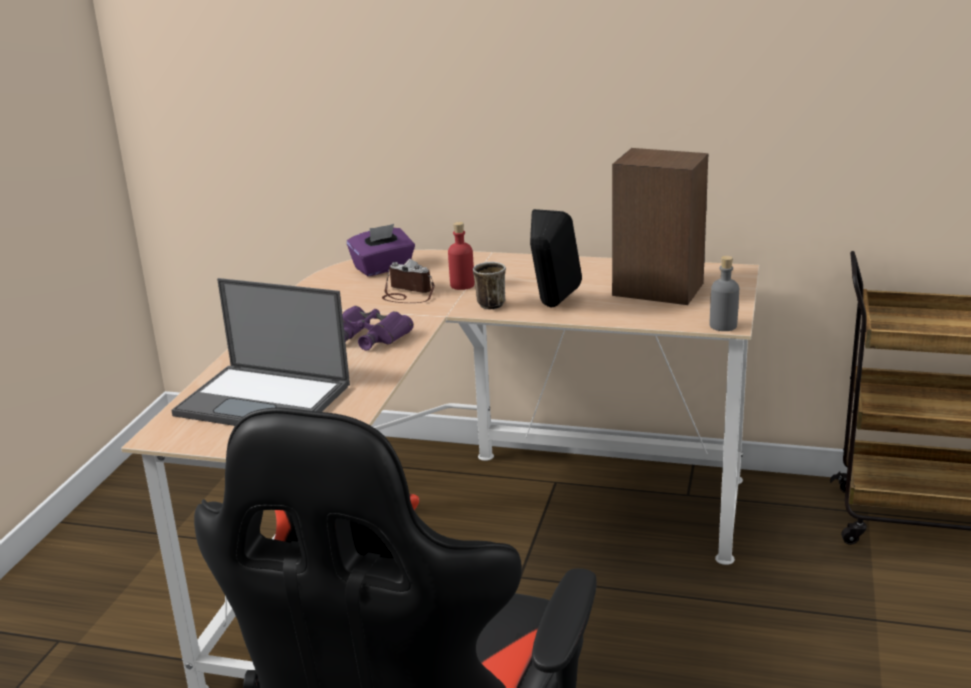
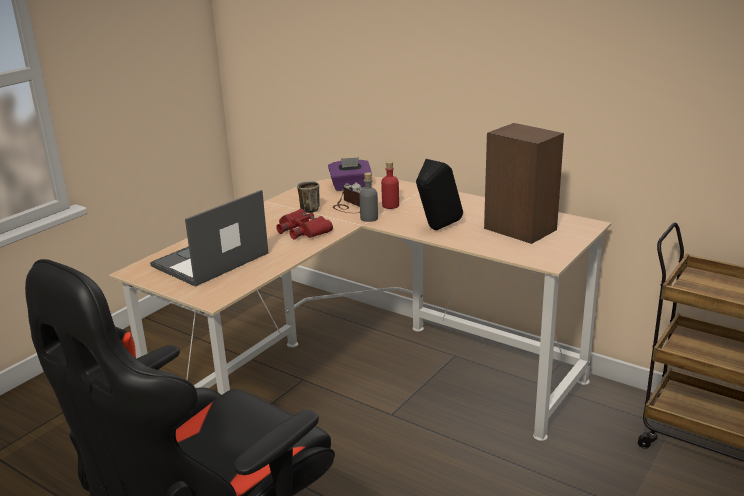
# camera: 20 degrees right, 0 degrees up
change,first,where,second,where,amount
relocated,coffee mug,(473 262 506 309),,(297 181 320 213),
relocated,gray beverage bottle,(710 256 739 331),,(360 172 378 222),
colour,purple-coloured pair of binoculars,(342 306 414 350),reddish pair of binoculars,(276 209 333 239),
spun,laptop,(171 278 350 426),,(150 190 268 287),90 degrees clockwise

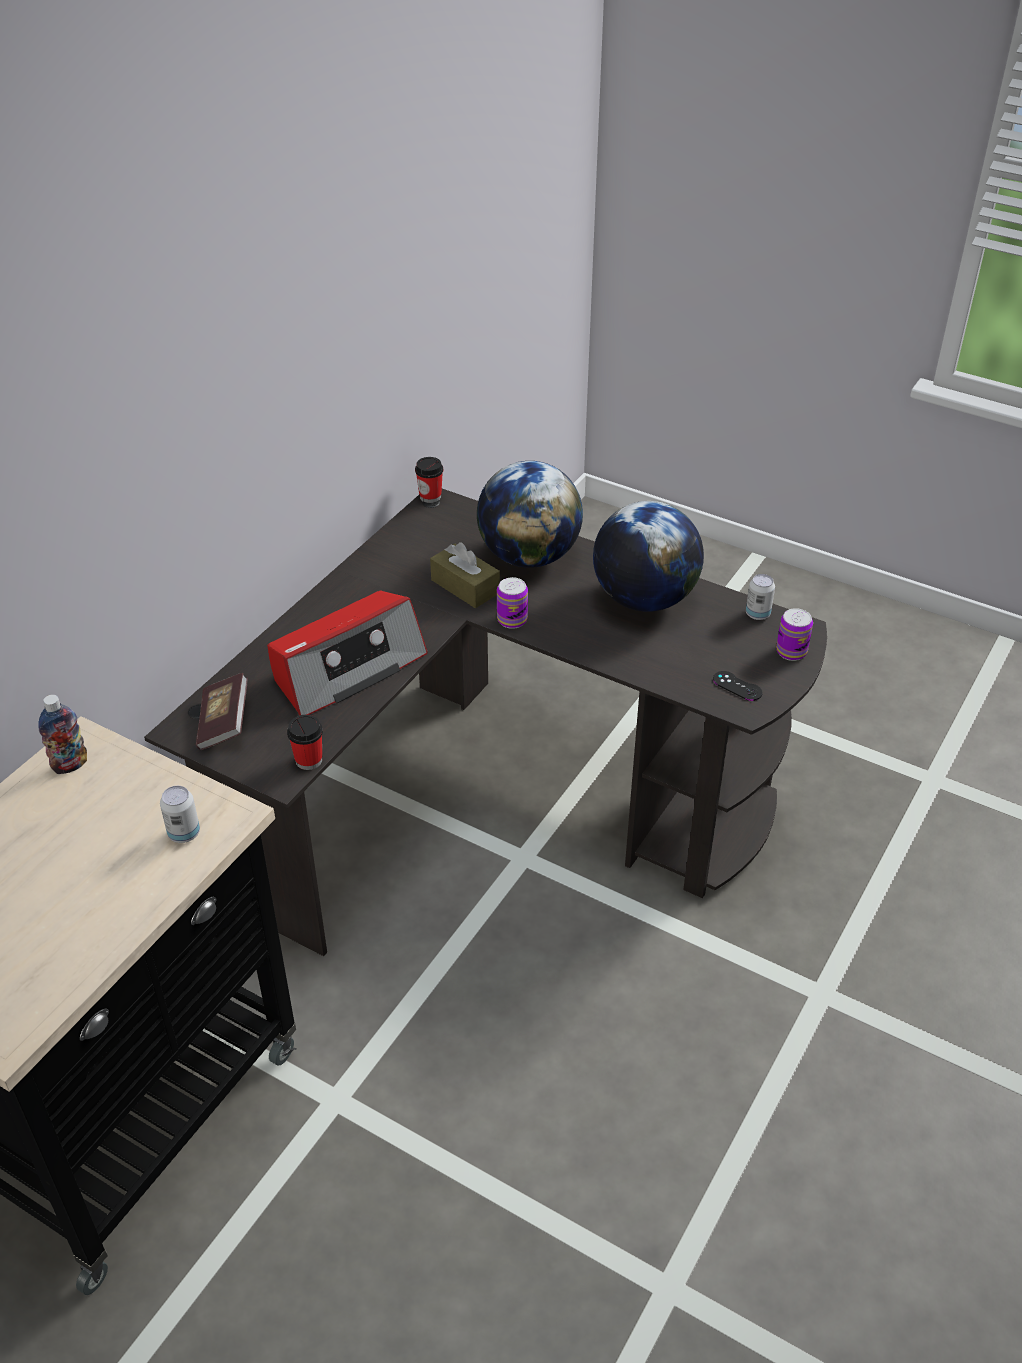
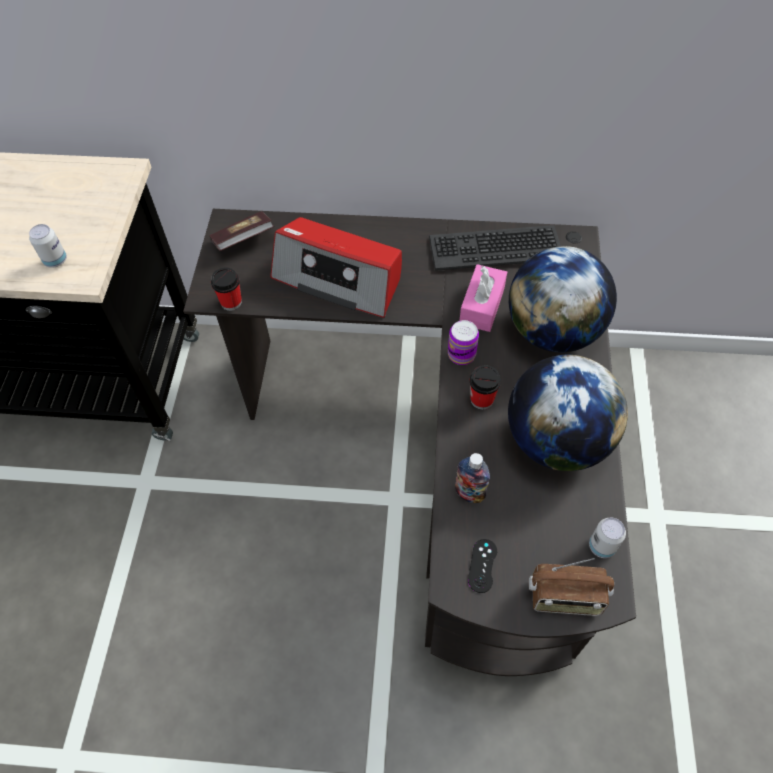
# camera: 65 degrees right, 15 degrees up
change,first,where,second,where,amount
appeared,,,PC keyboard,(429 225 561 271),
relocated,beverage bottle,(38 695 87 774),,(455 453 490 503),
relocated,cup,(415 457 443 503),,(470 365 501 410),
exchanged,can,(776 608 813 661),radio,(529 558 614 616),
colour,brown-coloured tissue holder,(430 542 500 608),pink-coloured tissue holder,(460 264 507 332),

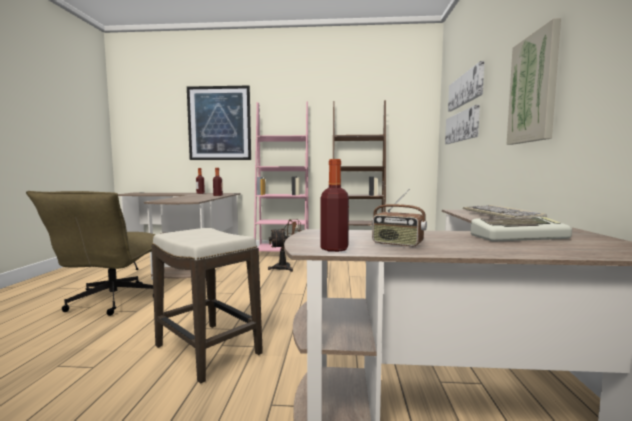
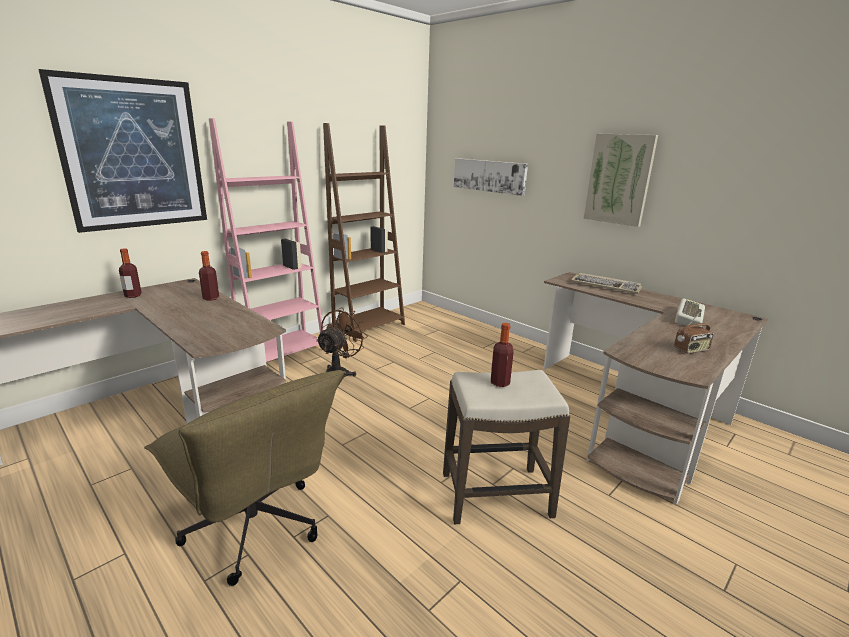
# camera: 50 degrees left, 15 degrees up
change,first,where,second,where,amount
missing,wall picture,(448 61 485 112),,,
relocated,beverage bottle,(320 159 349 252),,(491 323 514 387),

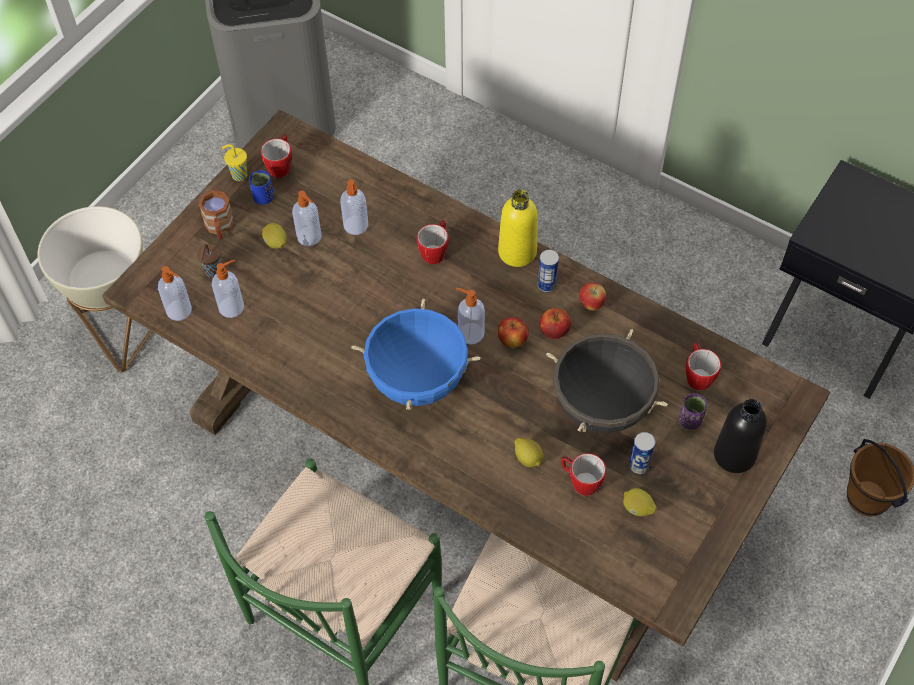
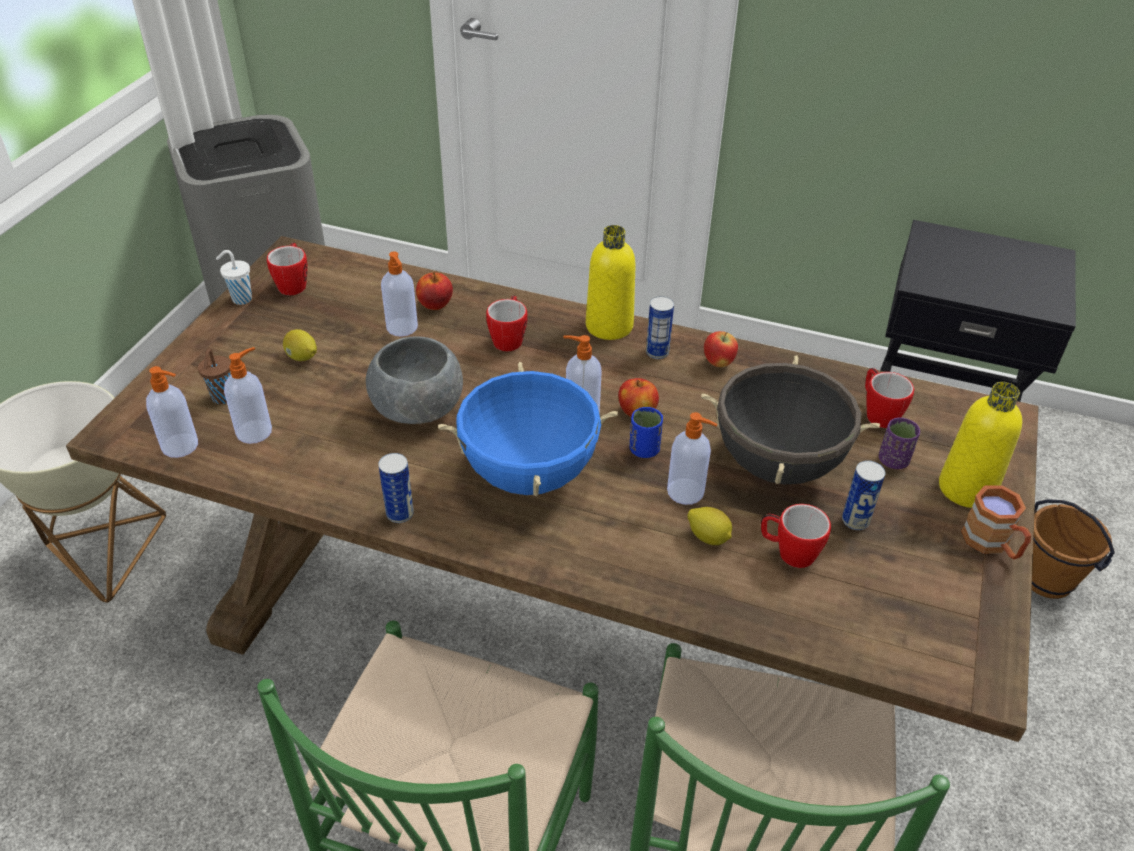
# camera: 15 degrees left, 15 degrees down
change,first,where,second,where,amount
missing,whole lemon,(623 488 657 516),,,
appeared,,,gray bowl,(366 336 463 424),
appeared,,,can,(378 453 414 523),
relocated,brown-coloured coffee mug,(199 190 234 239),,(961 485 1031 559),
relocated,blue cup,(249 170 274 205),,(630 407 663 458),
relocated,soap bottle,(292 191 322 246),,(667 412 718 505),
relocated,apple fruit,(540 308 571 339),,(416 272 453 310),
colour,yellow cup,(222 144 247 181),white cup,(216 250 252 305),
colour,black-coloured beverage bottle,(714 399 767 473),yellow beverage bottle,(939 382 1022 508),

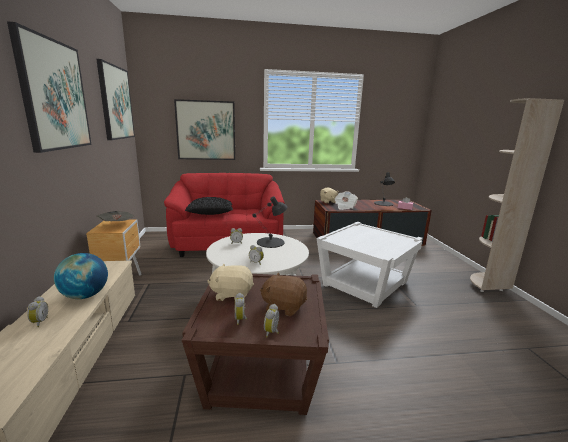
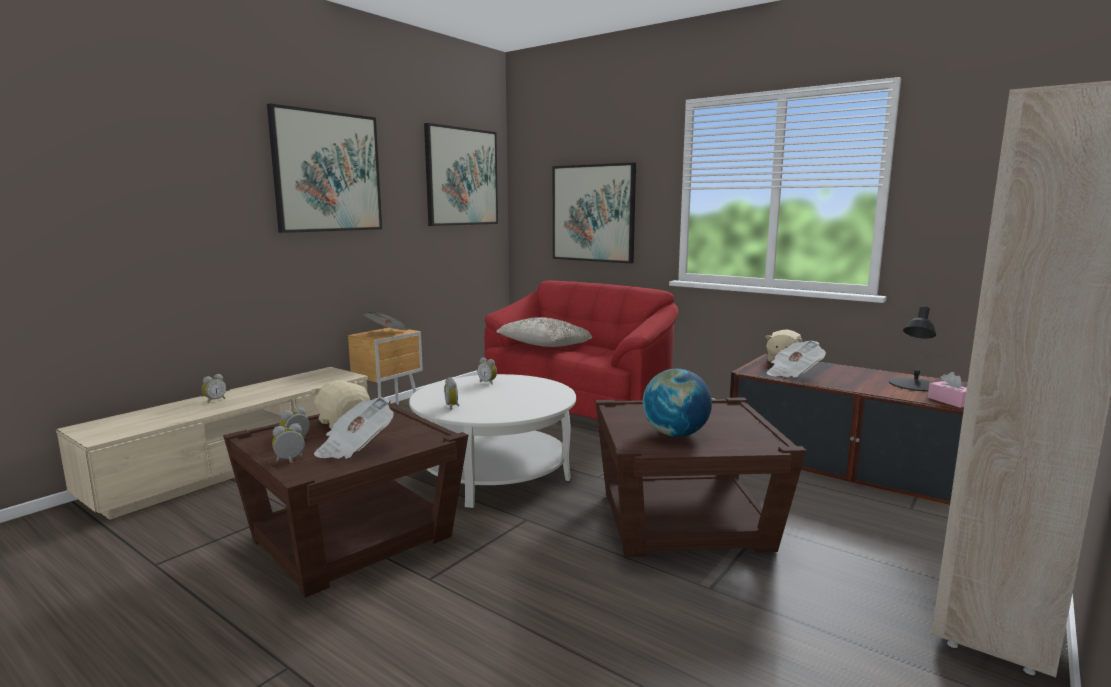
# camera: 45 degrees right, 5 degrees down
change,first,where,second,where,amount
missing,black-coloured lamp for a table,(252 196 288 248),,,
relocated,desk globe,(54 253 108 299),,(643 369 712 437),
exchanged,brown-coloured soft toy,(260 272 307 316),printed paper,(314 397 394 459),
colour,black-coloured cushion,(185 197 233 215),sand-coloured cushion,(496 317 592 347),
colour,white end table,(316 222 423 308),brown-coloured end table,(595 397 807 557),

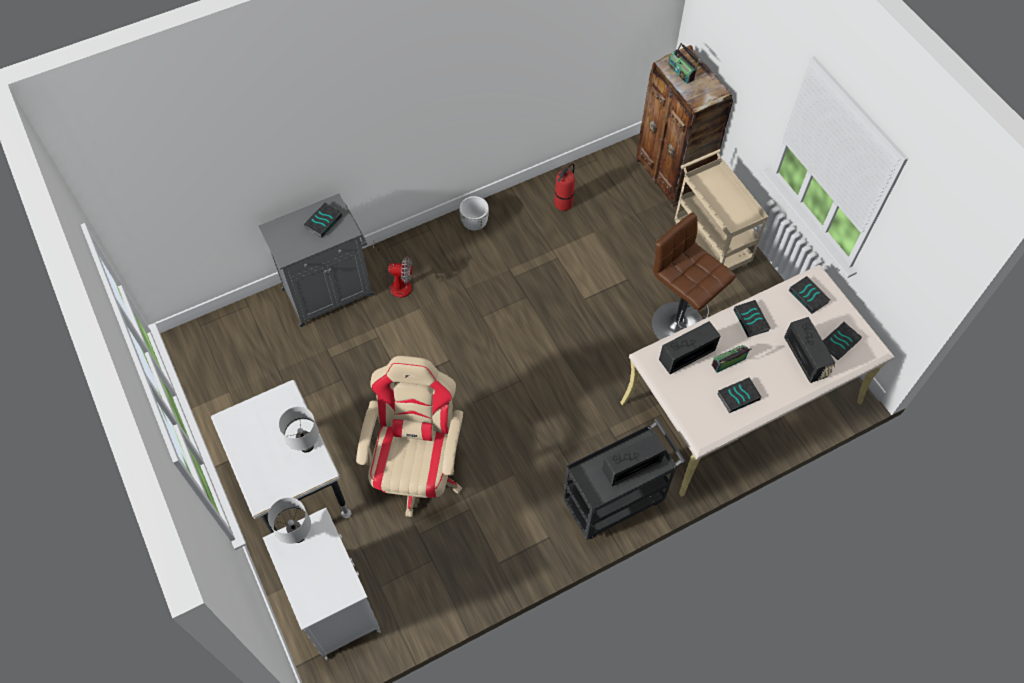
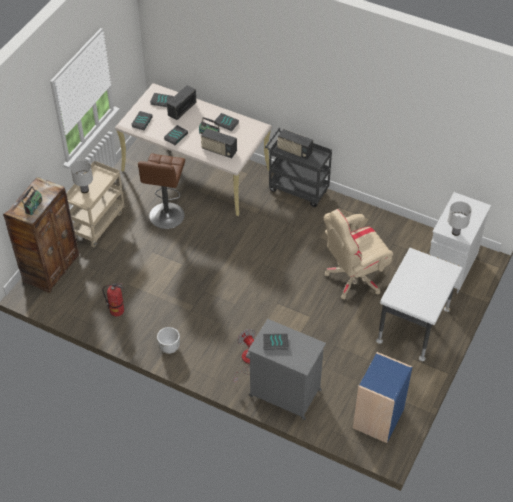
# camera: 125 degrees left, 10 degrees down
change,first,where,second,where,amount
appeared,,,blue bookshelf,(353 352 412 443),
relocated,white lamp for a table,(279 407 319 453),,(71 160 93 193),

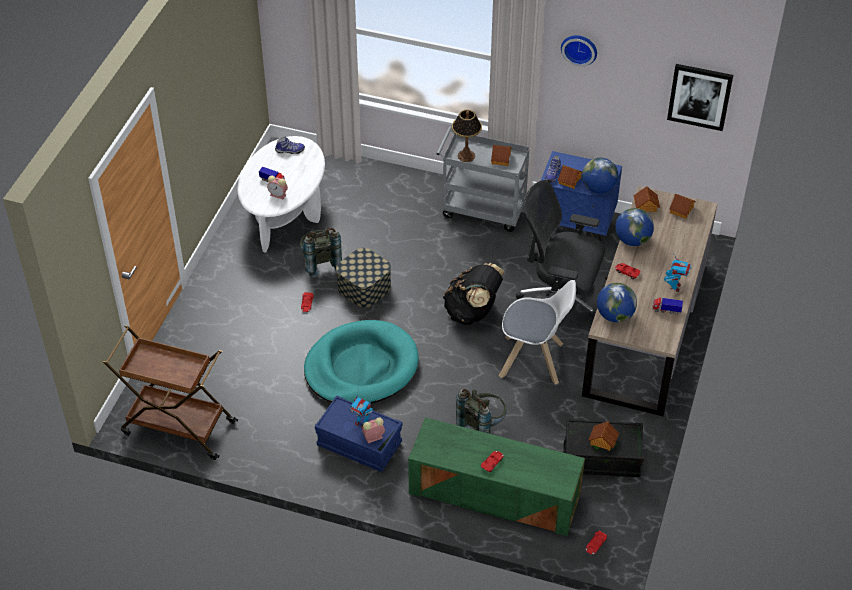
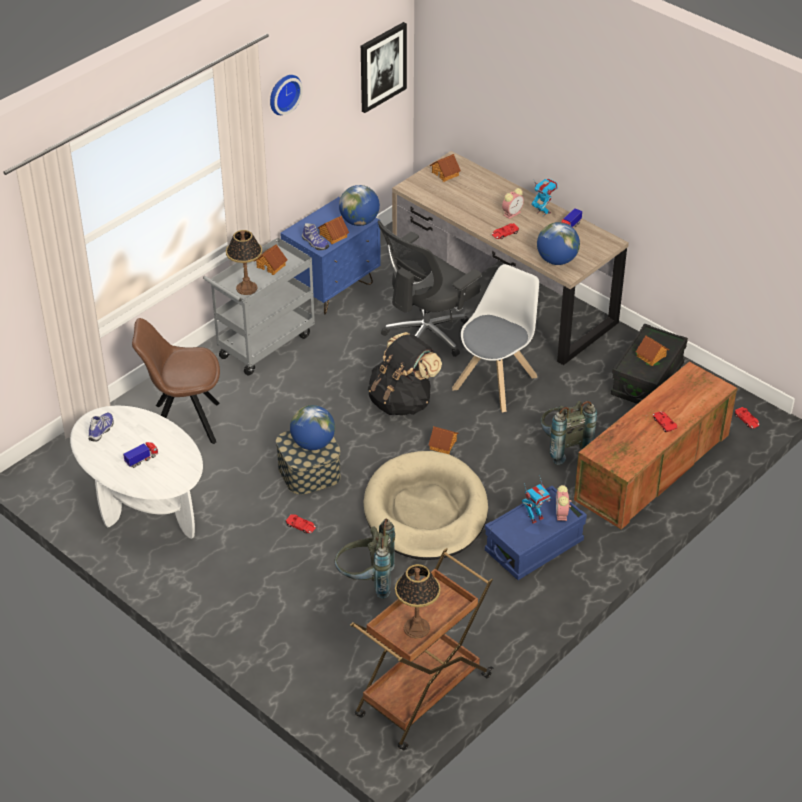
# camera: 65 degrees left, 5 degrees down
change,first,where,second,where,amount
appeared,,,brown-coloured upright chair,(132 318 220 444),
appeared,,,lamp for a table,(395 564 441 639),
relocated,alarm clock,(267 176 288 199),,(502 188 524 219),
relocated,gray backpack,(300 227 342 278),,(334 518 395 599),
relocated,desk globe,(615 208 654 246),,(290 405 335 450),
relocated,toy house,(634 186 660 212),,(428 426 458 454),
colour,turquoise-coloured dog cushion,(304 320 419 404),sand-coloured dog cushion,(363 451 488 560),
colour,greenish long seat,(408 417 585 536),brown-coloured long seat,(574 362 738 530),

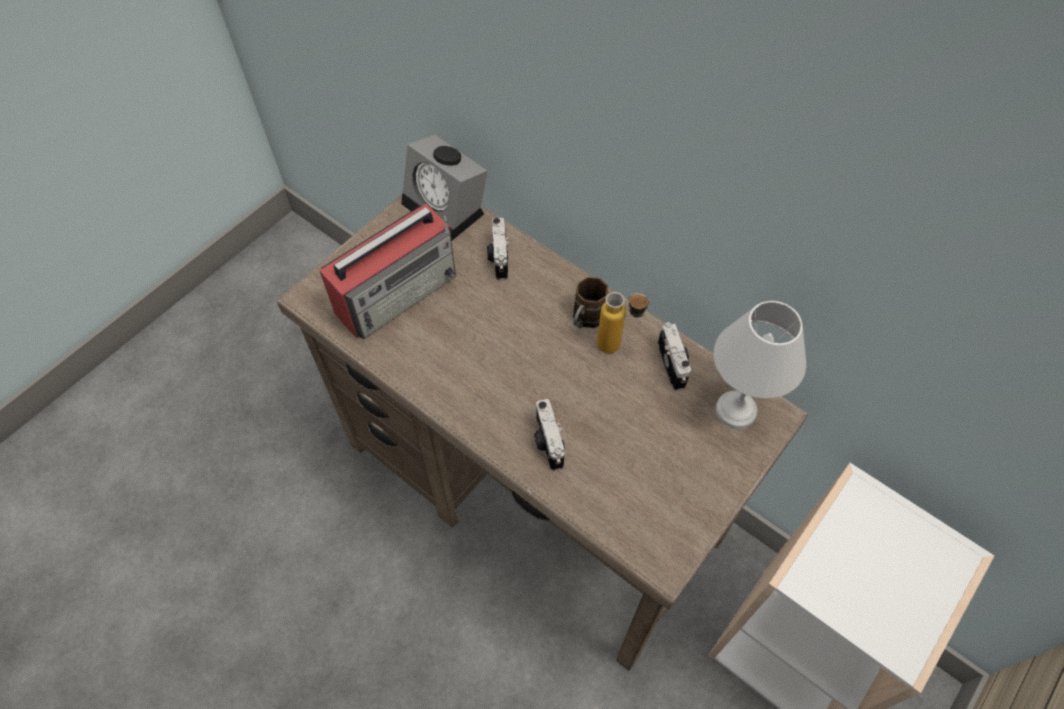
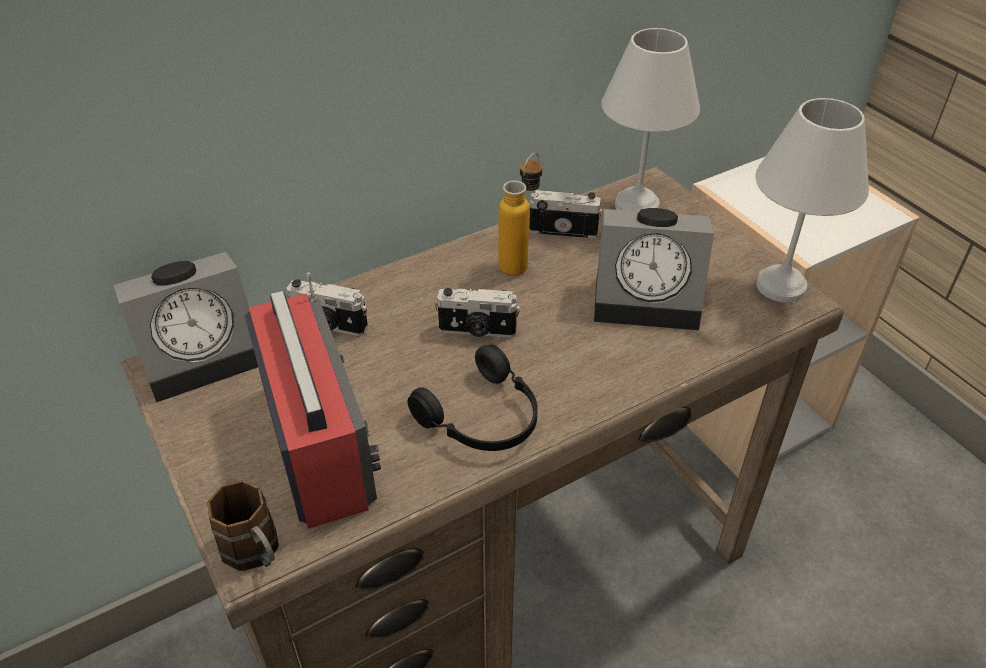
# camera: 70 degrees left, 15 degrees down
change,first,where,second,where,amount
appeared,,,black-coloured headset,(407 345 538 451),
appeared,,,alarm clock,(594 208 714 330),
appeared,,,white lamp for a table,(755 98 869 303),
relocated,photo camera,(534 399 565 471),,(435 288 520 338),
relocated,brown-coloured coffee mug,(573 277 608 328),,(207 480 279 571),

